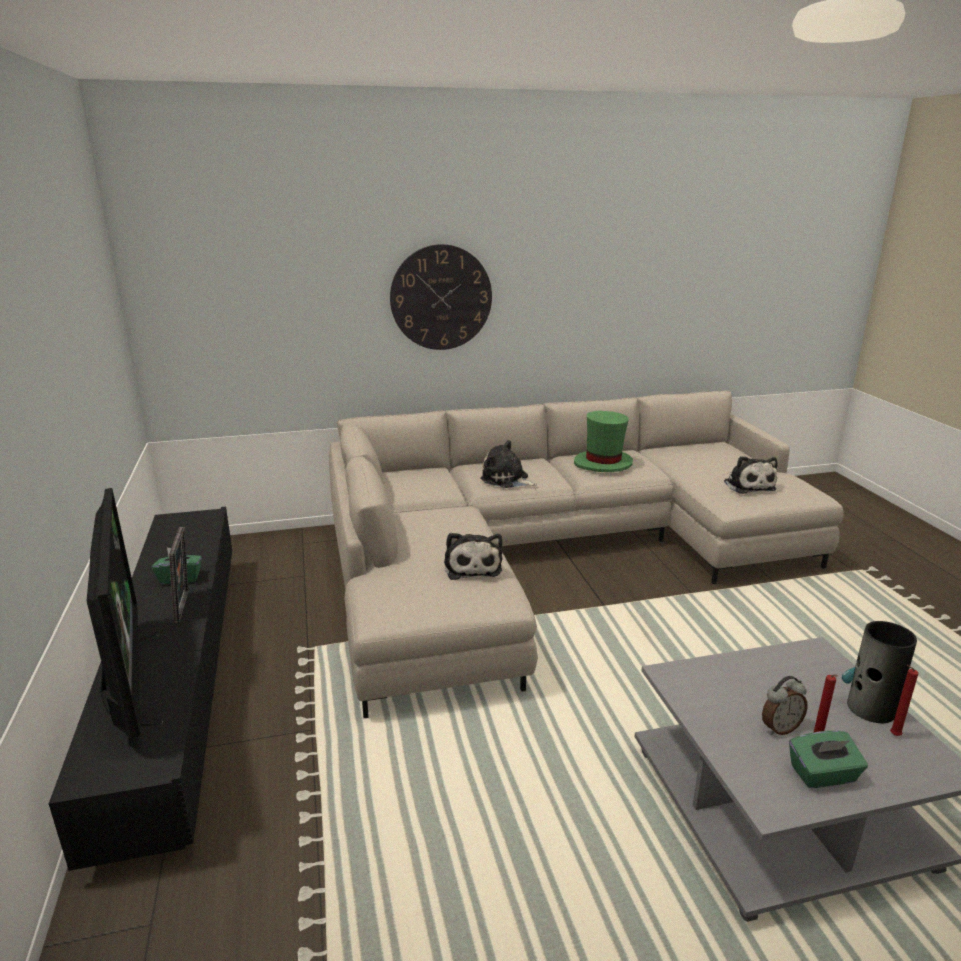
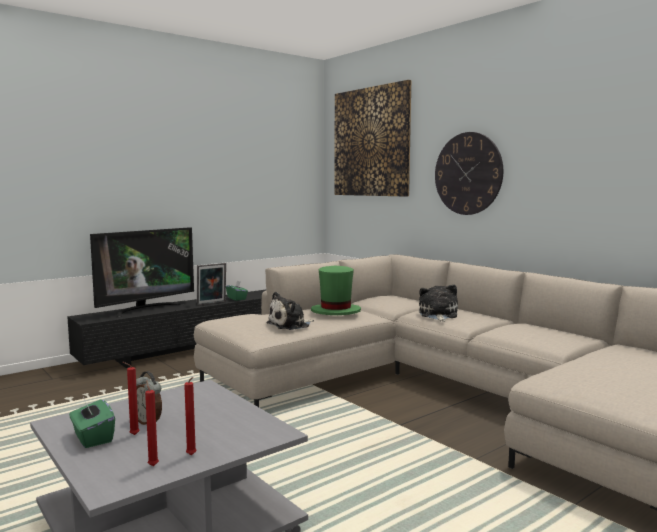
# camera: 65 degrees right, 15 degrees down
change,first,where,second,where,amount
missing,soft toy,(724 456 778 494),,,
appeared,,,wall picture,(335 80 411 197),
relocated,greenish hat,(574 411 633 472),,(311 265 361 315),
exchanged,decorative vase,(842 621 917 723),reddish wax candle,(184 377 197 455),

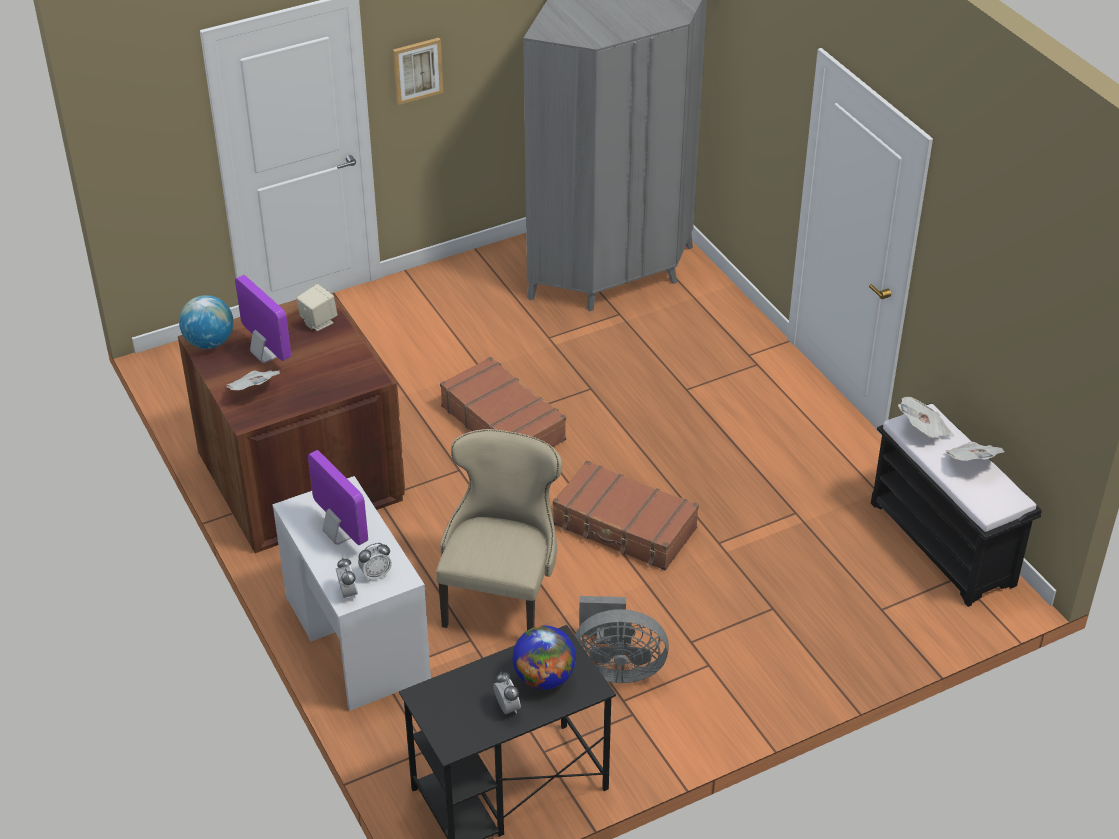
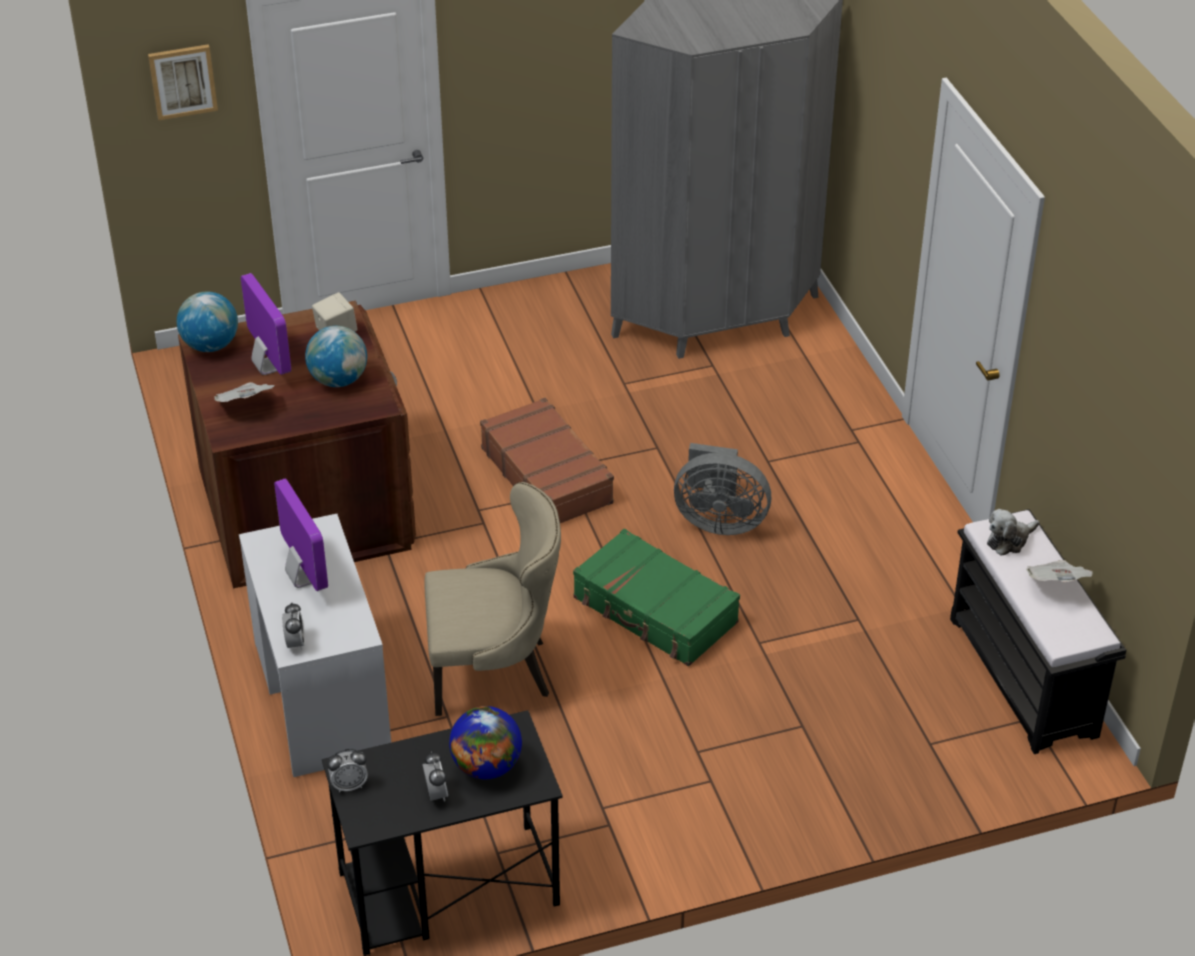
# camera: 10 degrees right, 0 degrees up
change,first,where,second,where,amount
appeared,,,desk globe,(305 326 367 387),
relocated,alarm clock,(358 543 392 581),,(327 749 368 792),
relocated,wall picture,(393 38 443 105),,(148 44 218 120),
relocated,gray cooling fan,(575 596 669 683),,(674 443 771 535),
exchanged,printed paper,(898 397 954 439),soft toy,(987 509 1040 556),
colour,brown-coloured travel case,(553 460 699 570),greenish travel case,(573 529 740 666),
spun,sand-coloured upright chair,(436 429 562 630),,(424 482 561 716),60 degrees clockwise

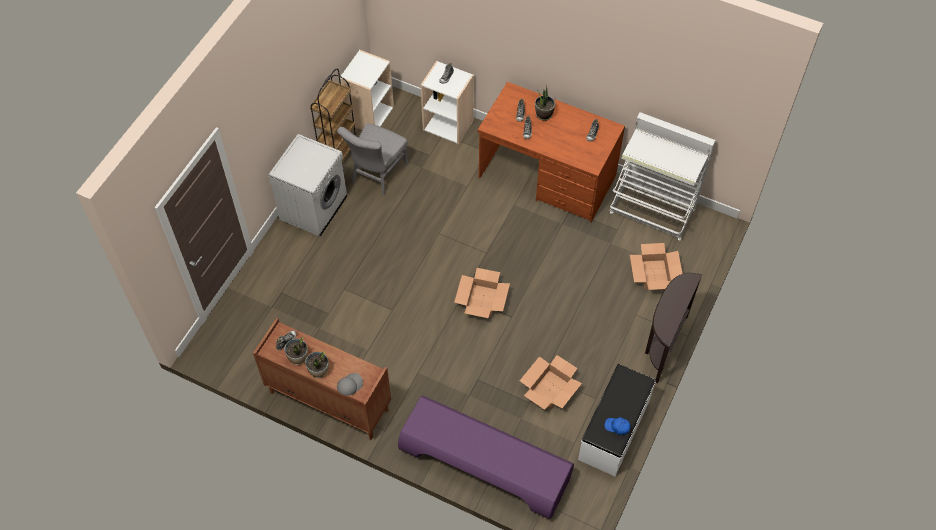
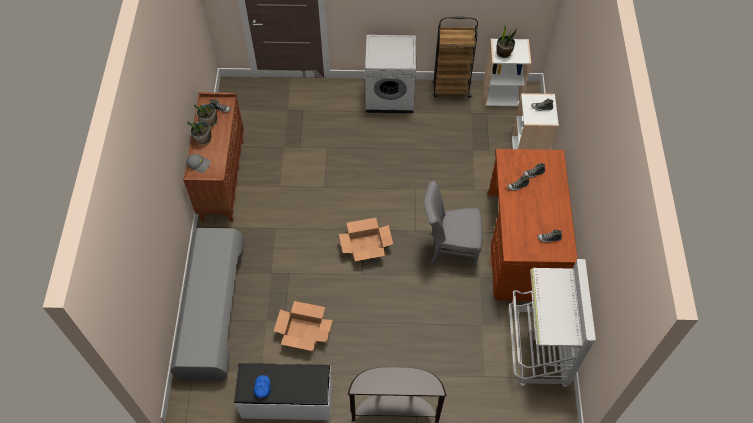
# camera: 65 degrees right, 0 degrees up
change,first,where,second,where,amount
missing,cardboard box,(630 243 683 290),,,
relocated,gray upright chair,(337 123 409 196),,(424 181 483 269),
relocated,potted plant,(535 84 555 121),,(496 24 517 58),
colour,purple-coloured long seat,(398 396 574 519),gray long seat,(171 228 244 381),

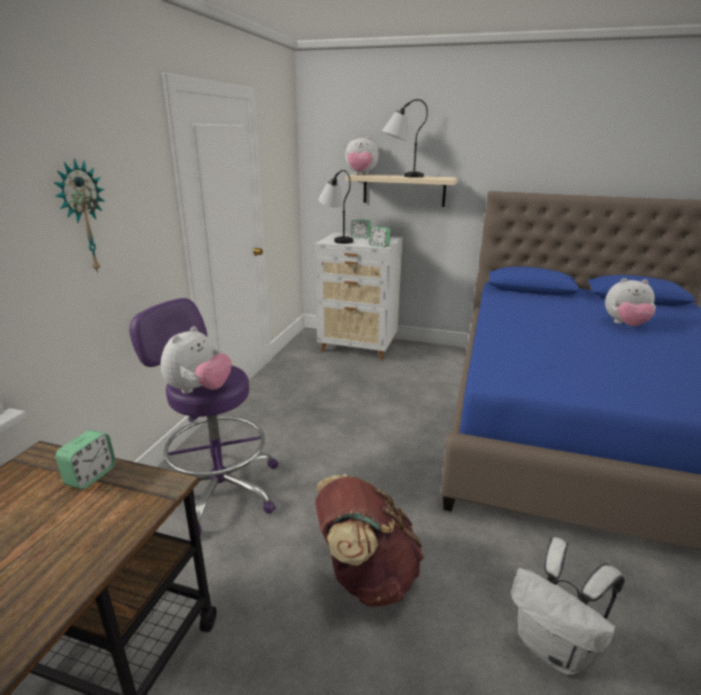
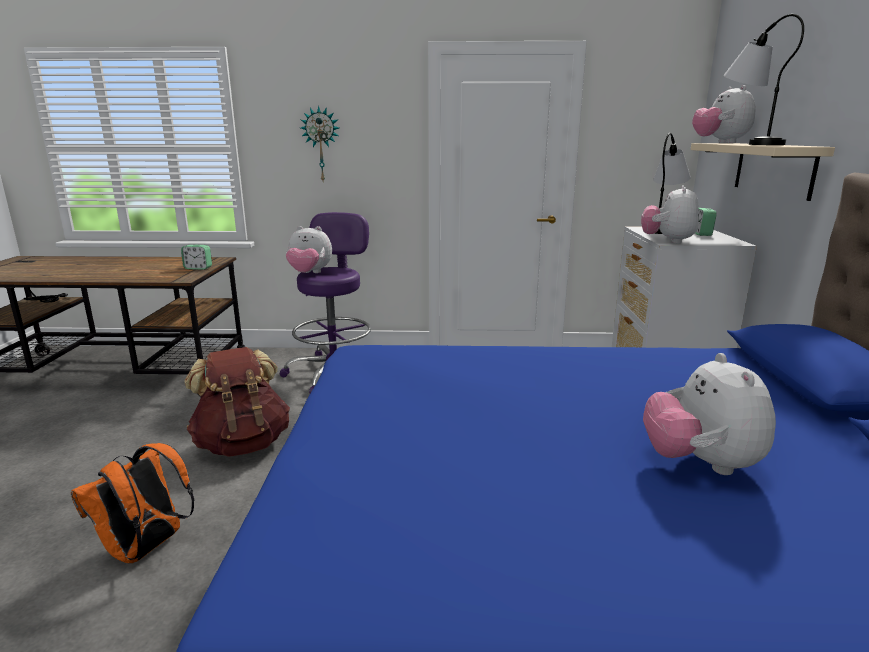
# camera: 75 degrees right, 5 degrees down
change,first,where,second,where,amount
exchanged,alarm clock,(369 226 391 247),soft toy,(641 185 699 244),
colour,white backpack,(511 537 625 675),orange backpack,(71 443 195 563),

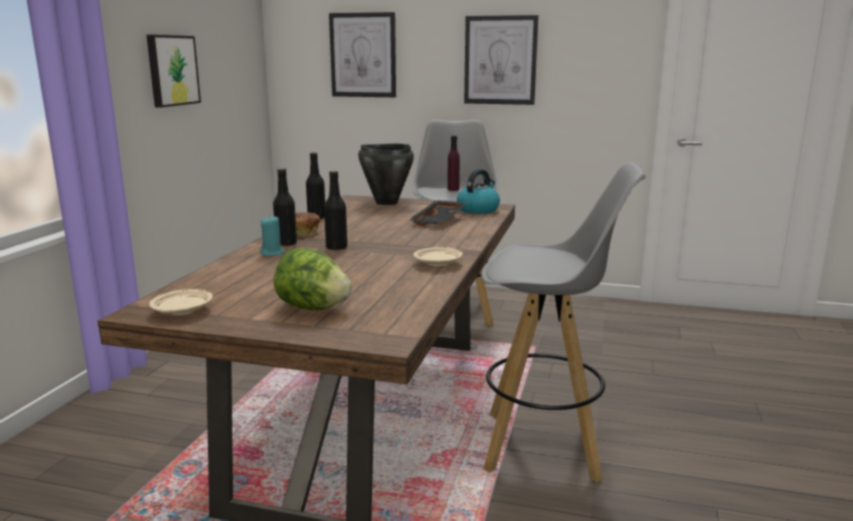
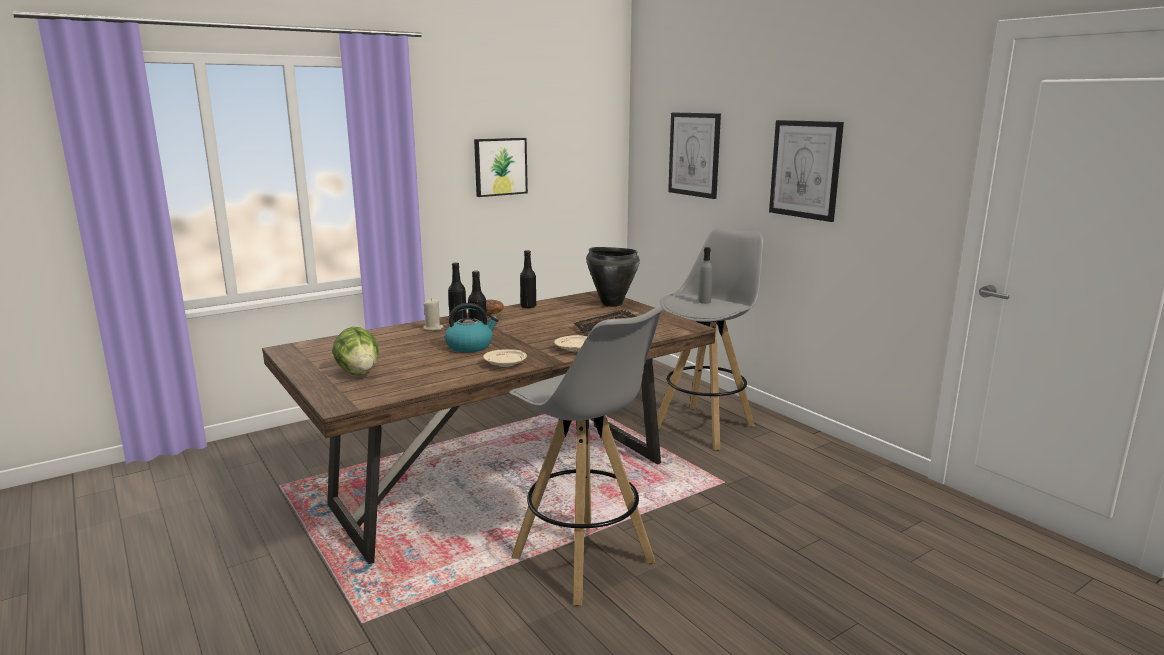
# camera: 40 degrees right, 0 degrees up
change,first,where,second,where,amount
relocated,sand-coloured dinner plate,(149 289 213 315),,(554 335 588 352),
relocated,water kettle,(457 169 500 214),,(445 303 499 352),
colour,turquoise-coloured wax candle,(260 215 285 256),sand-coloured wax candle,(423 298 444 330),
colour,purple-coloured beverage bottle,(447 136 460 191),gray beverage bottle,(698 247 712 304),

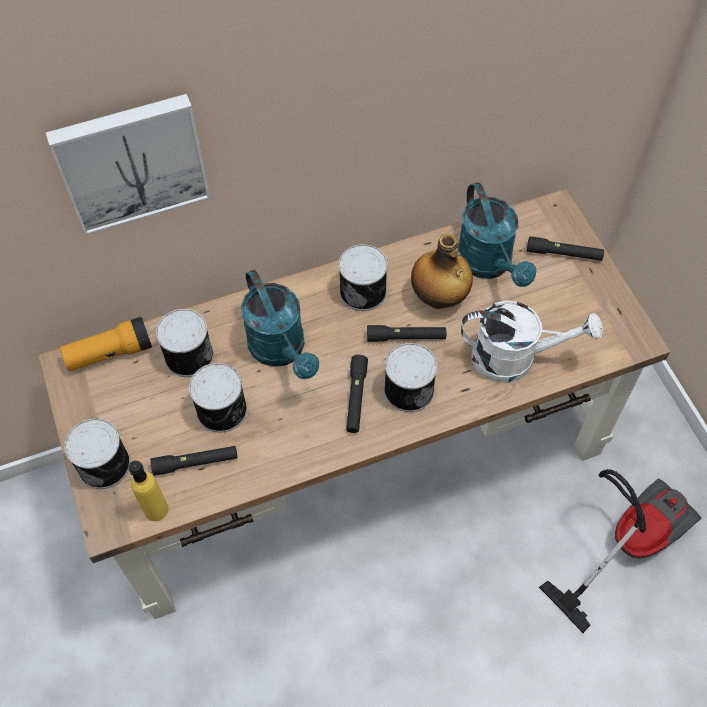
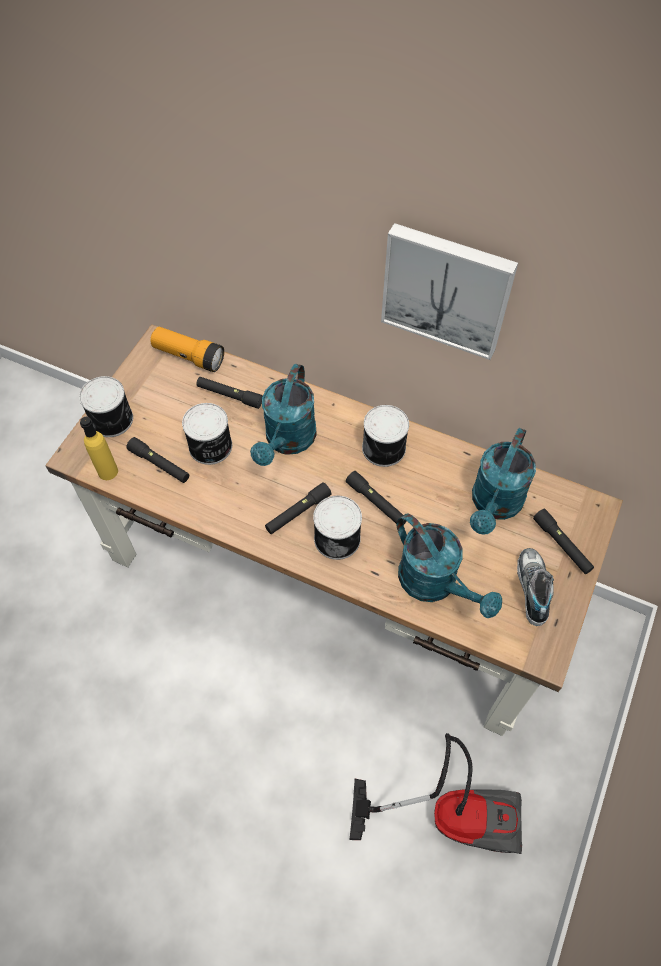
# camera: 45 degrees right, 0 degrees up
change,first,where,second,where,amount
missing,beverage bottle,(411 234 473 309),,,
appeared,,,shoe,(517 548 554 626),
relocated,wall picture,(46 94 211 236),,(381 223 518 360),
exchanged,can,(156 309 214 377),black-coloured hand torch,(196 377 263 409),
colour,white sprinkling can,(461 300 603 383),turquoise-coloured sprinkling can,(397 513 502 618),

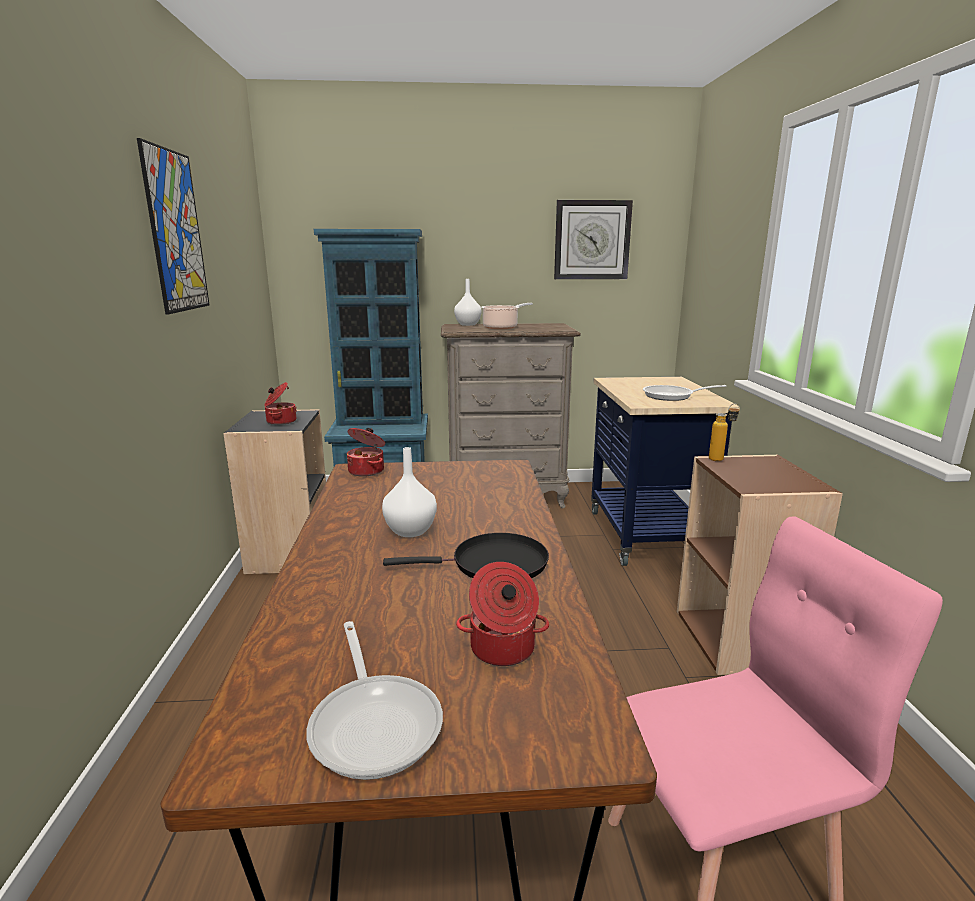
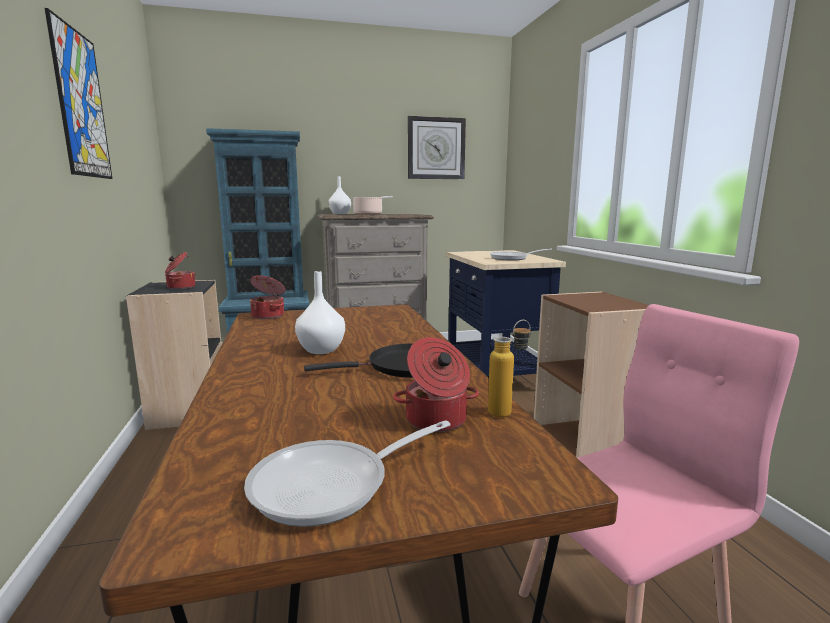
# camera: 10 degrees left, 5 degrees down
change,first,where,second,where,amount
relocated,beverage bottle,(709 403 740 461),,(488 320 531 418),
spun,pan,(306 621 443 780),,(244 420 451 527),90 degrees clockwise

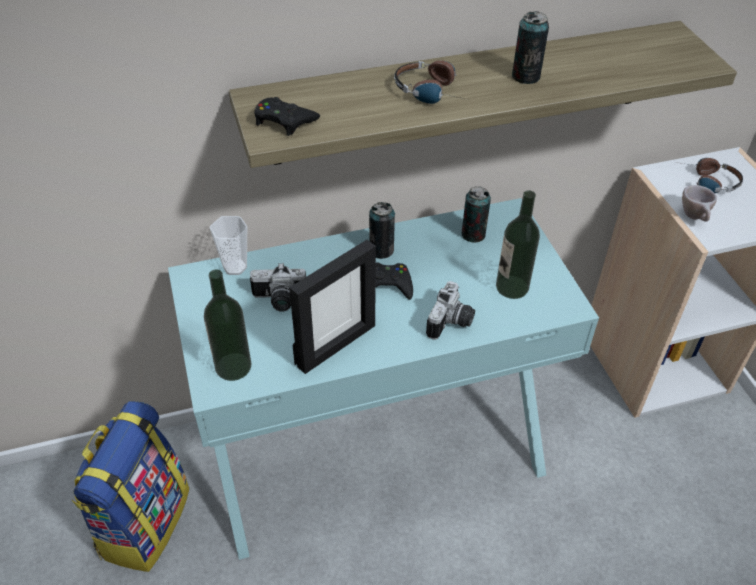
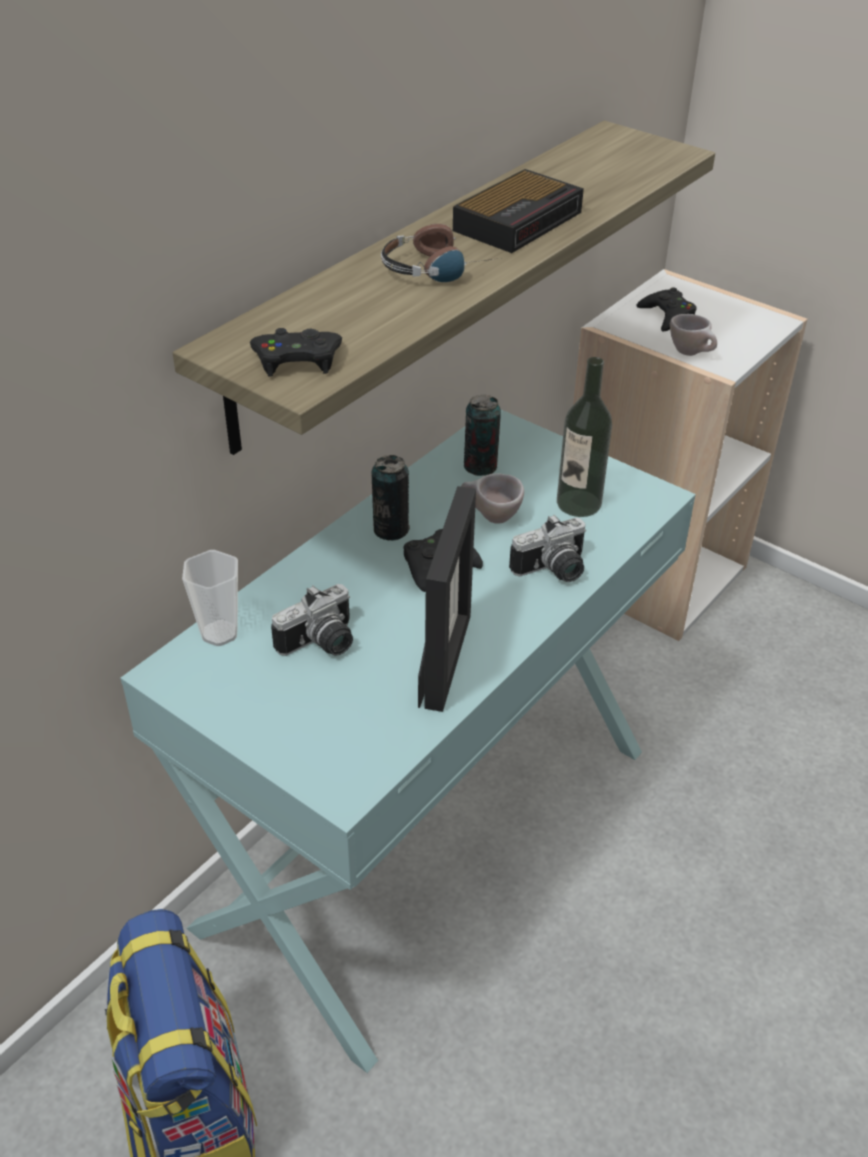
# camera: 35 degrees left, 5 degrees down
change,first,where,second,where,amount
missing,beverage bottle,(204 269 252 381),,,
appeared,,,sand-coloured cup,(461 474 524 524),
exchanged,can,(512 11 549 84),alarm clock,(453 169 584 253),
exchanged,headset,(674 158 743 193),black-coloured game controller,(637 287 697 331),
spun,photo camera,(426 281 475 340),,(509 515 586 582),75 degrees clockwise

